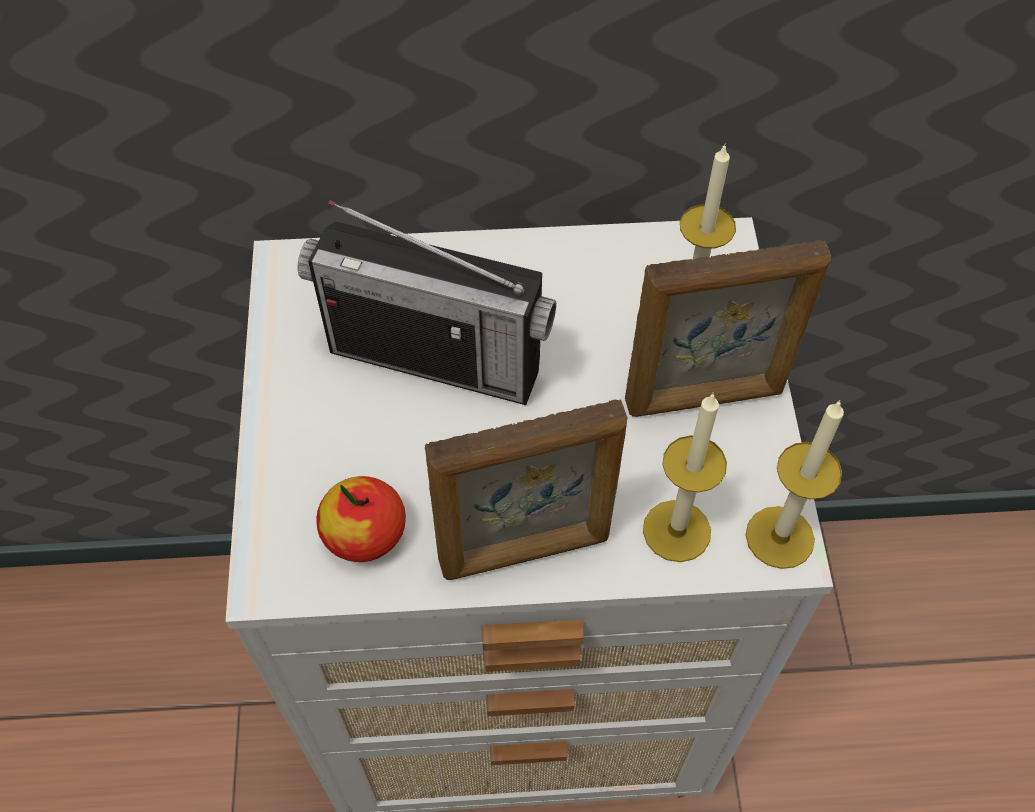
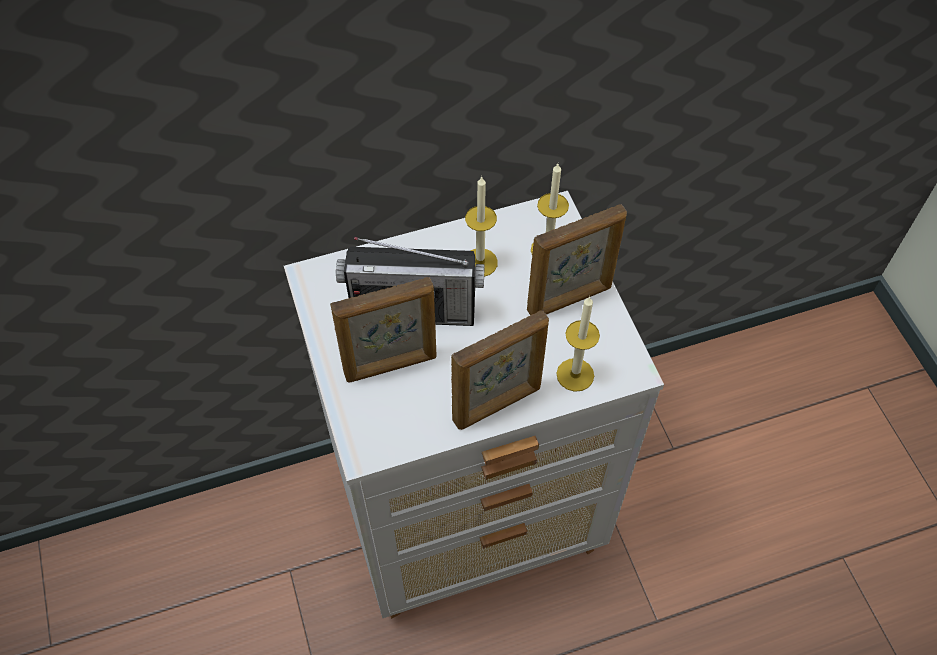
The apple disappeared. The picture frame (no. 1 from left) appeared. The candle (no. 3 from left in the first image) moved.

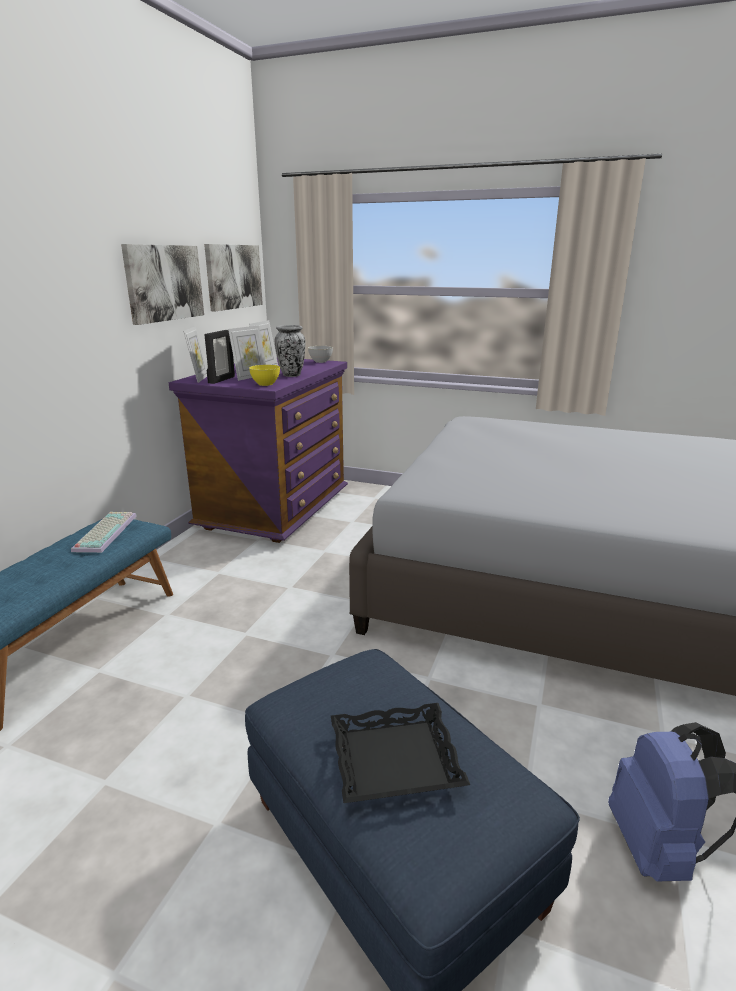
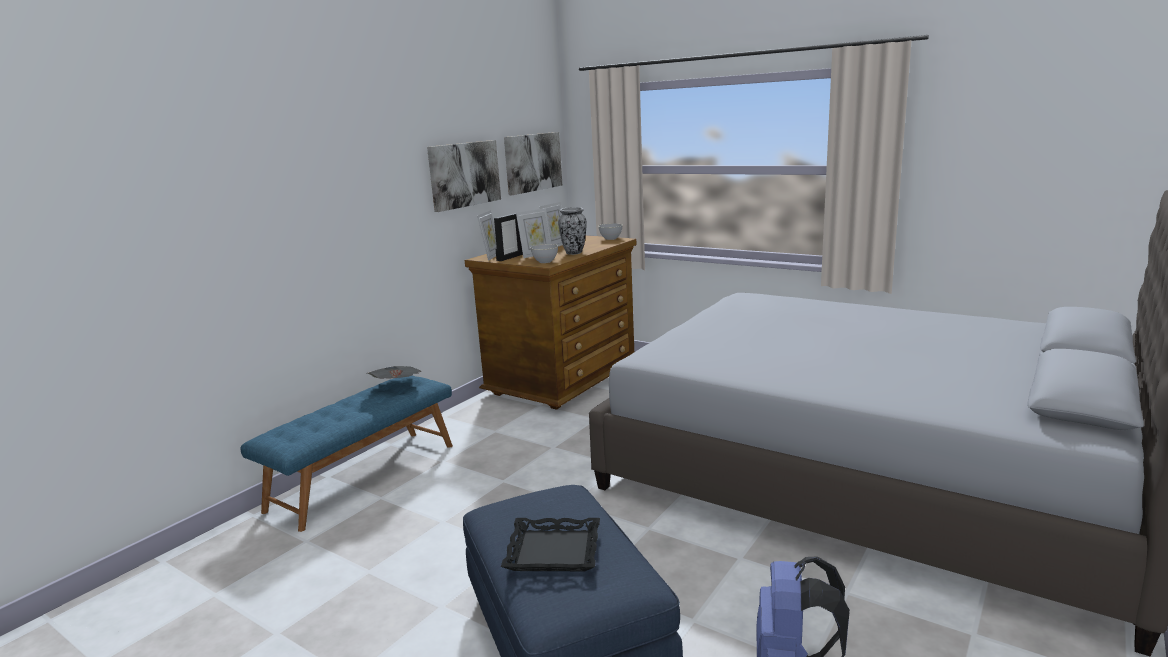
The keyboard was replaced by the newspaper. The purple dresser became the brown dresser. The yellow bowl became the grey bowl (no. 1 from left).

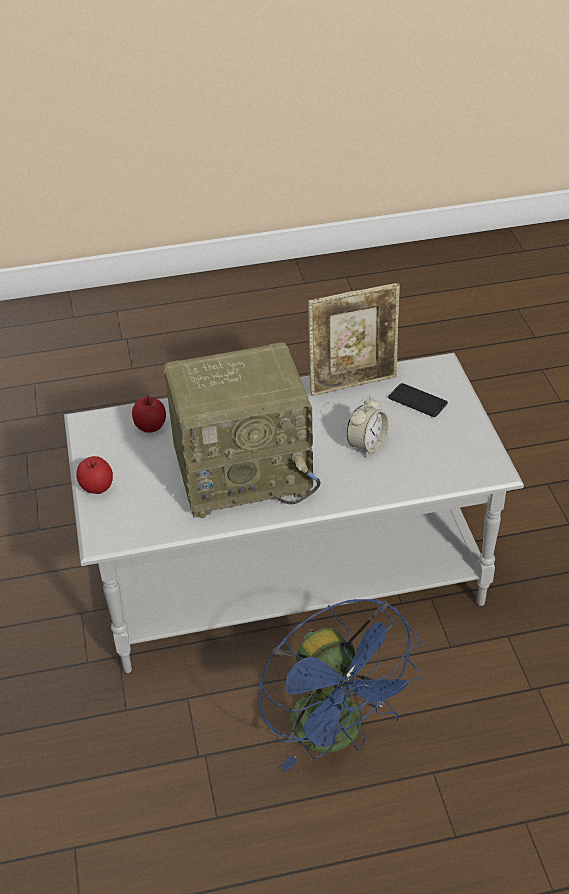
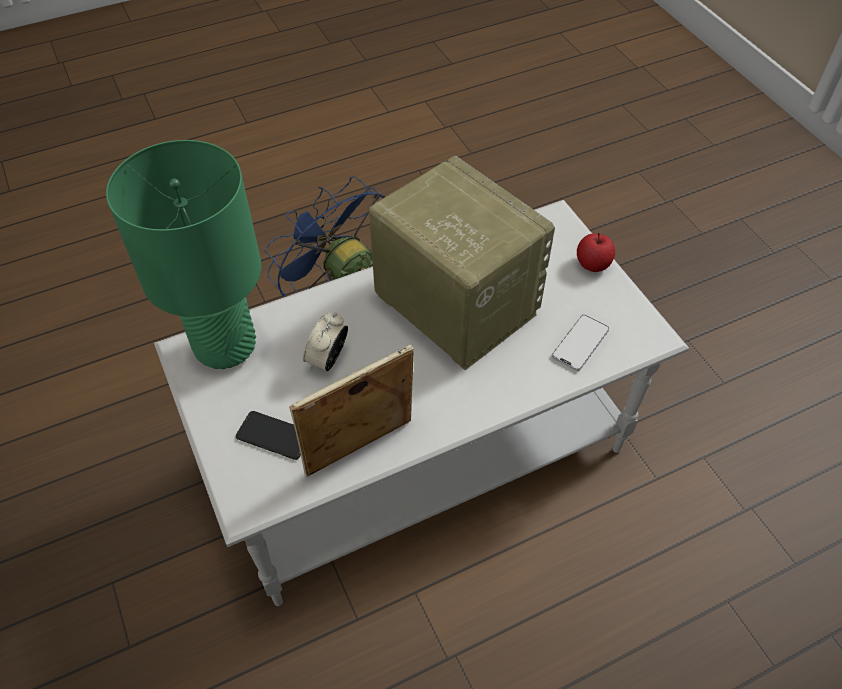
The green table lamp appeared. The apple (no. 2 from left) was replaced by the phone (no. 2 from left). The radio turned 75 degrees clockwise.

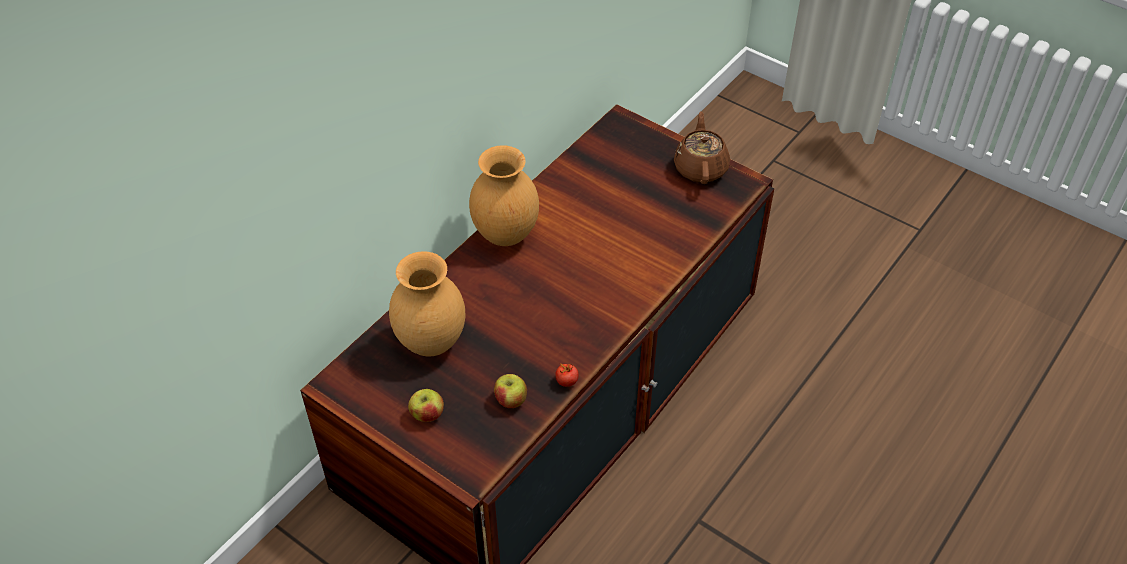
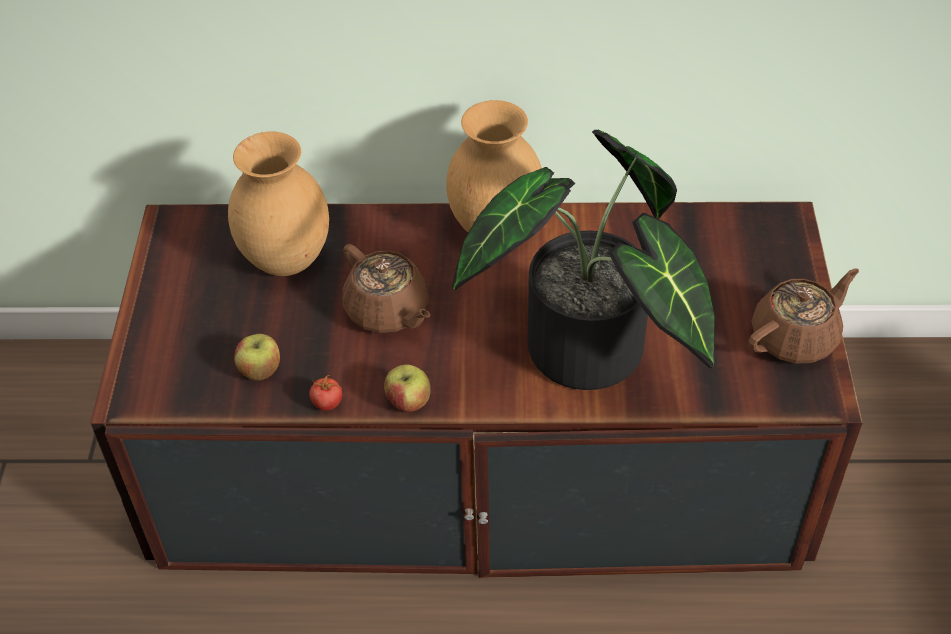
The brown teapot (no. 1 from left) appeared. The potted plant appeared. The apple (no. 1 from left in the first image) moved.

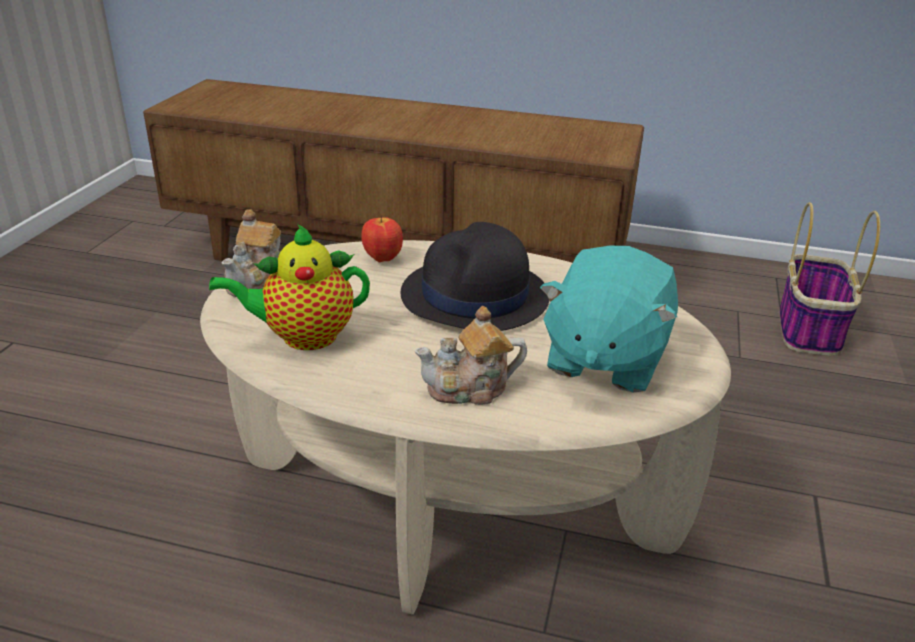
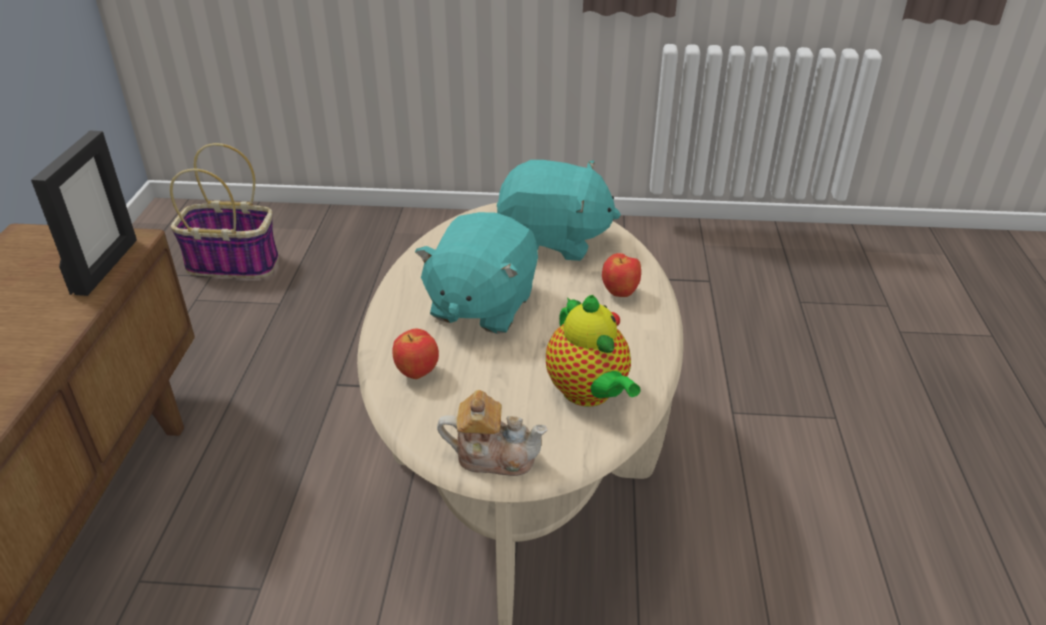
The picture frame appeared. The black hat was replaced by the turquoise plush toy (no. 1 from left). The teapot (no. 3 from left) was replaced by the apple (no. 2 from left).

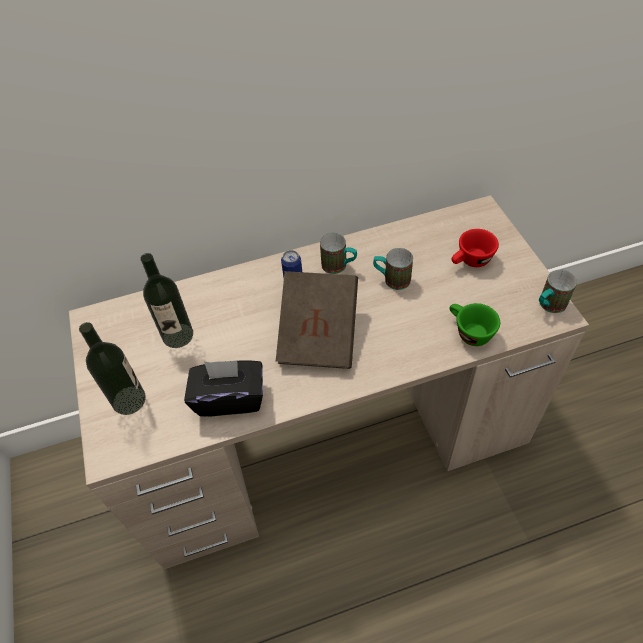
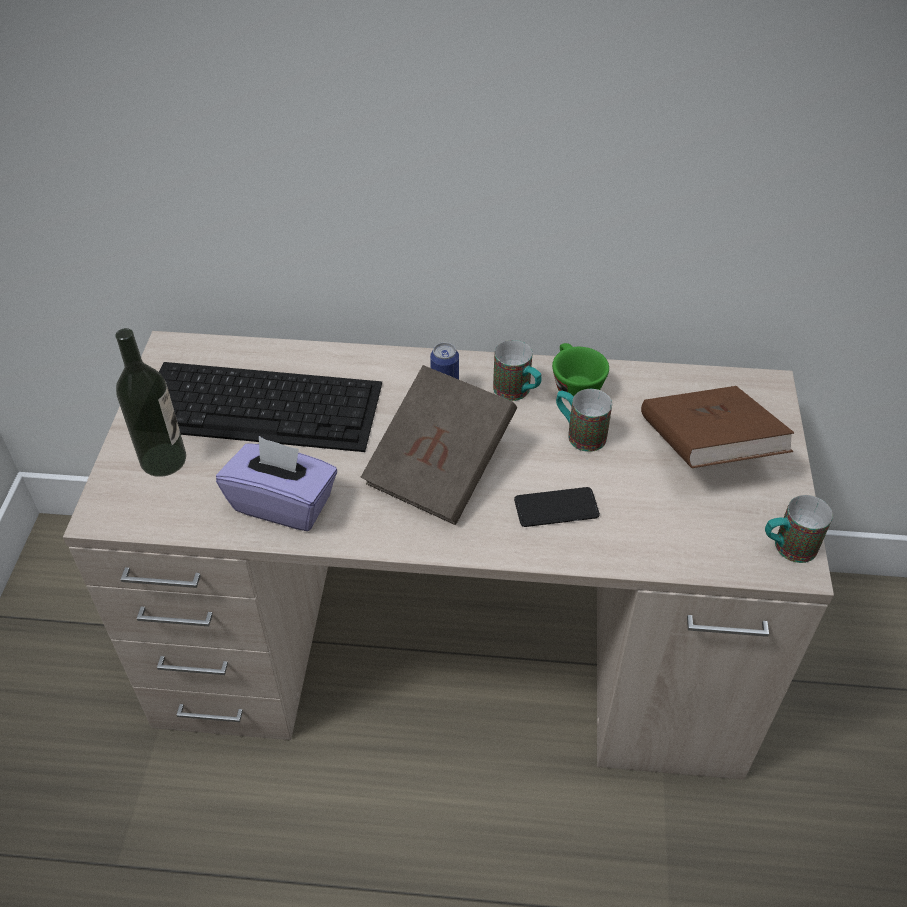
The phone appeared. The green cup moved. The bottle (no. 2 from left) was replaced by the keyboard. The red cup was replaced by the brown book (no. 2 from left). The black tissue box became the purple tissue box.

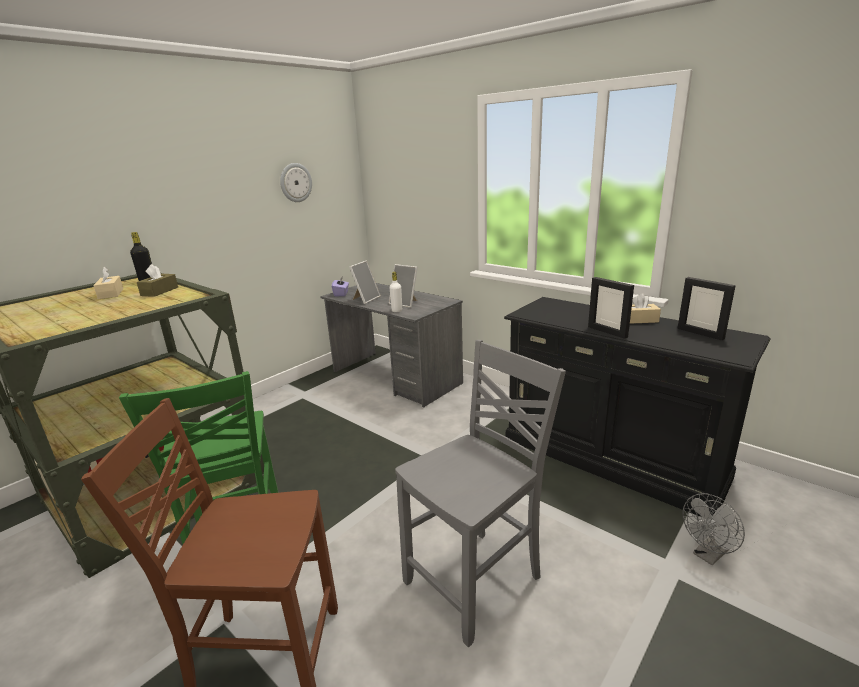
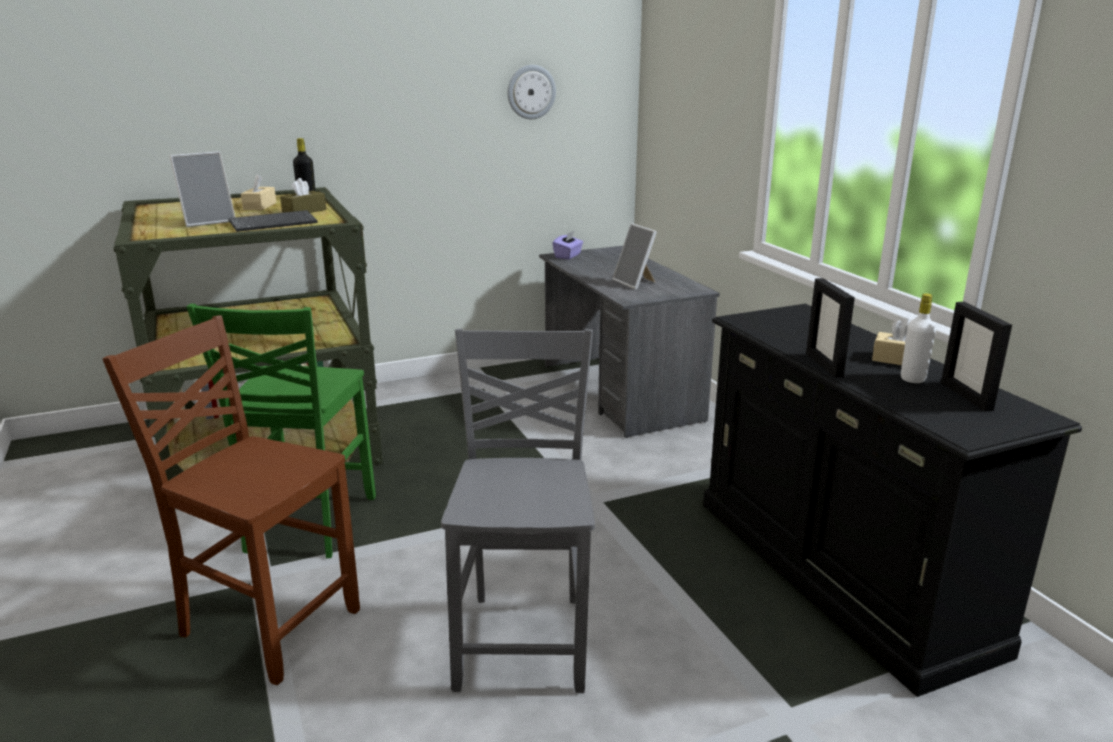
The grey fan disappeared. The keyboard appeared. The picture frame (no. 1 from left) moved. The white bottle moved. The grey chair turned 75 degrees counterclockwise.

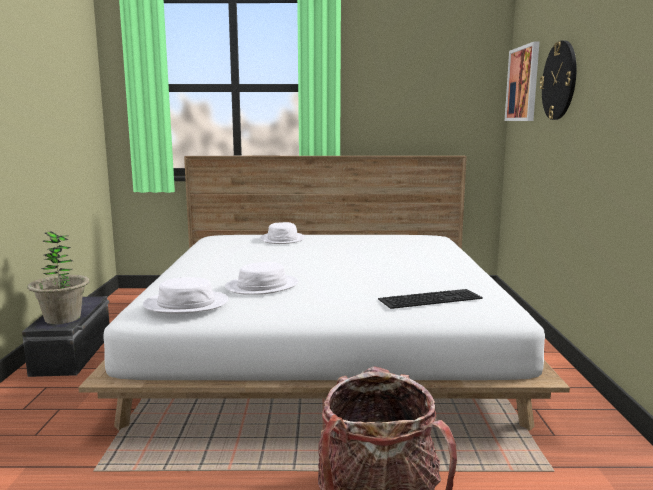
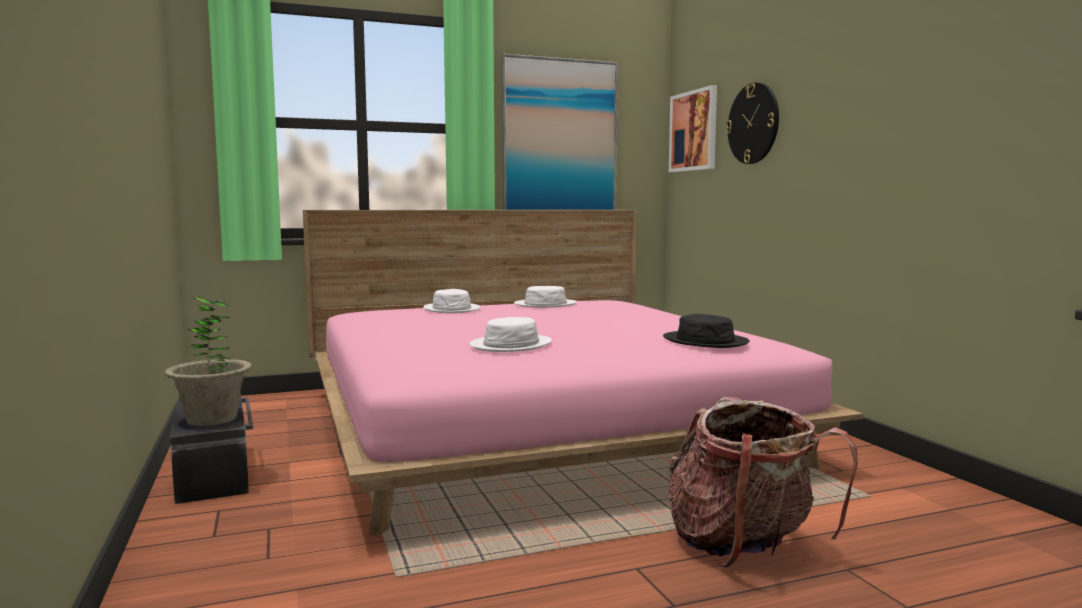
The picture (no. 1 from left) appeared. The white hat (no. 1 from left in the first image) moved. The keyboard was replaced by the black hat. The white bed became the pink bed.

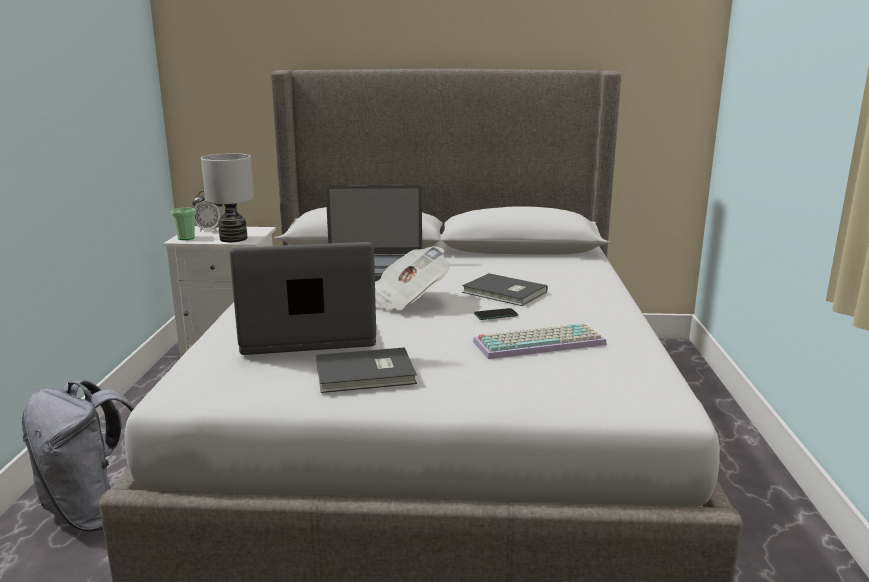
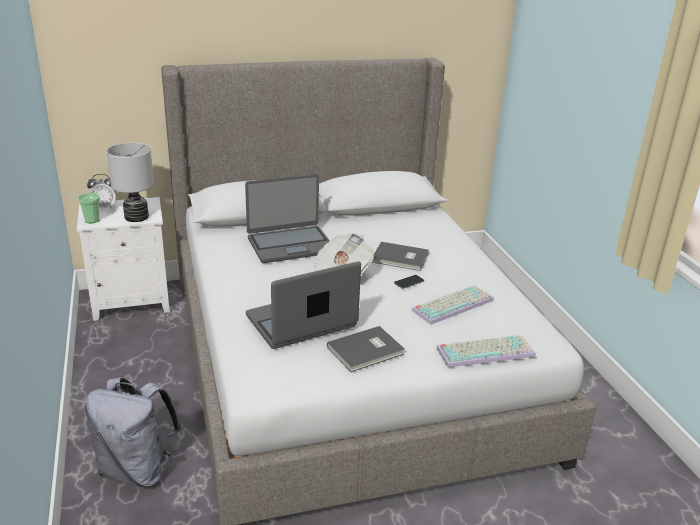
The keyboard (no. 2 from left) appeared.

